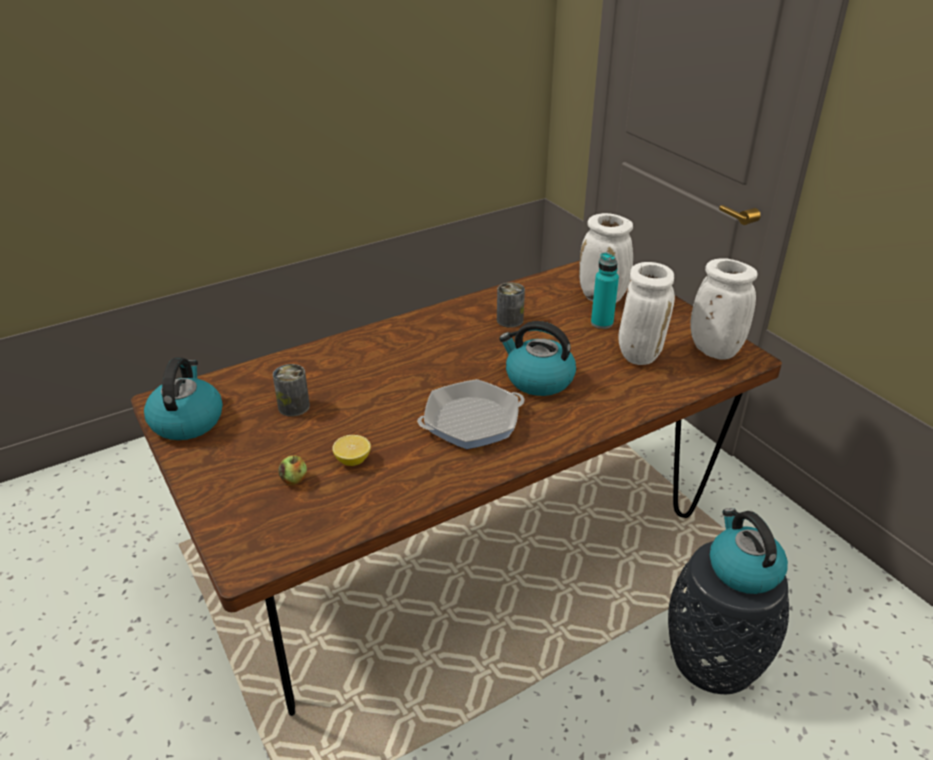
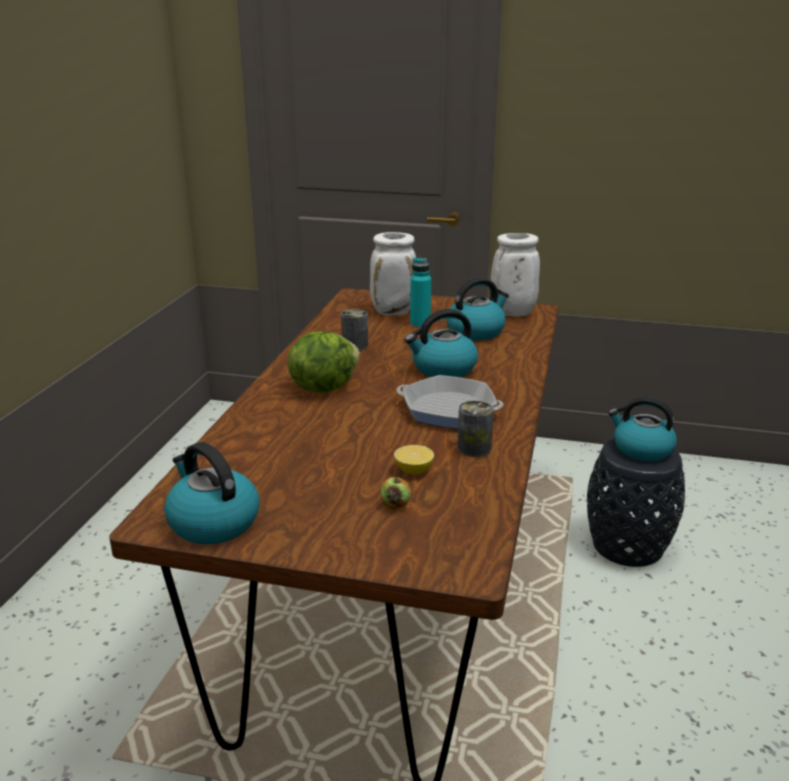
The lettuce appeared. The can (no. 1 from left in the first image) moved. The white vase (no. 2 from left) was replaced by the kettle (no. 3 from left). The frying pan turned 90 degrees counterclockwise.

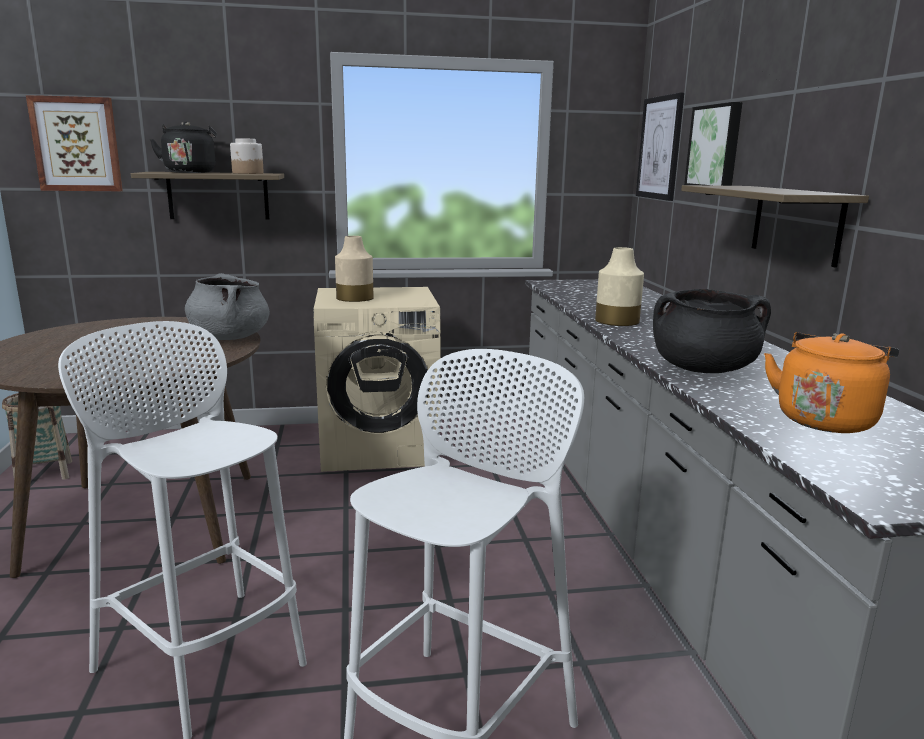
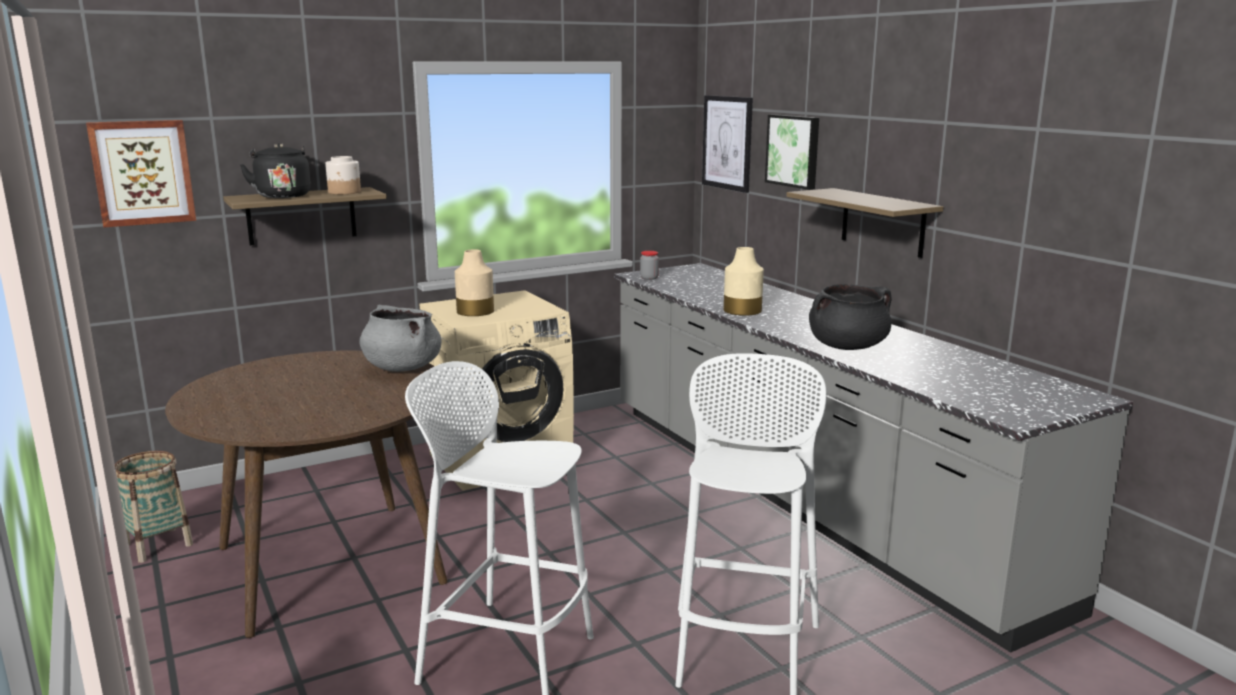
The orange kettle disappeared. The jar (no. 2 from left) appeared.

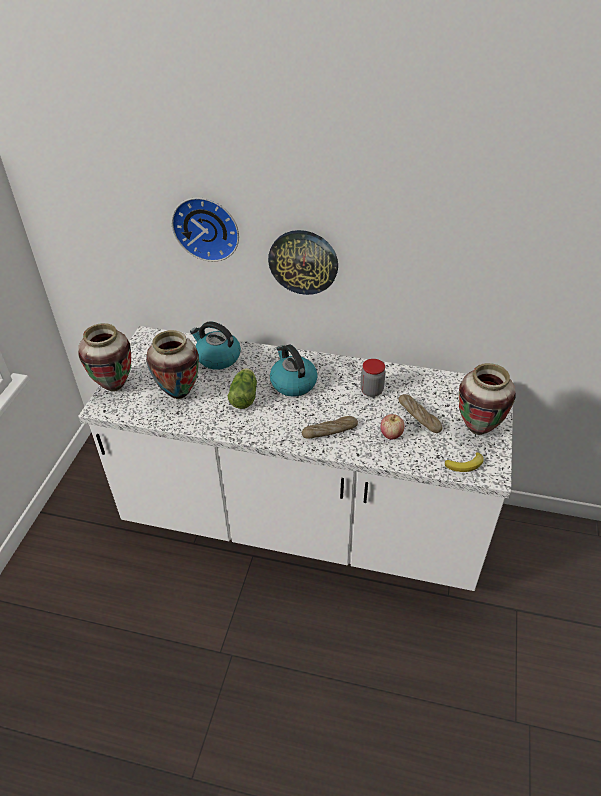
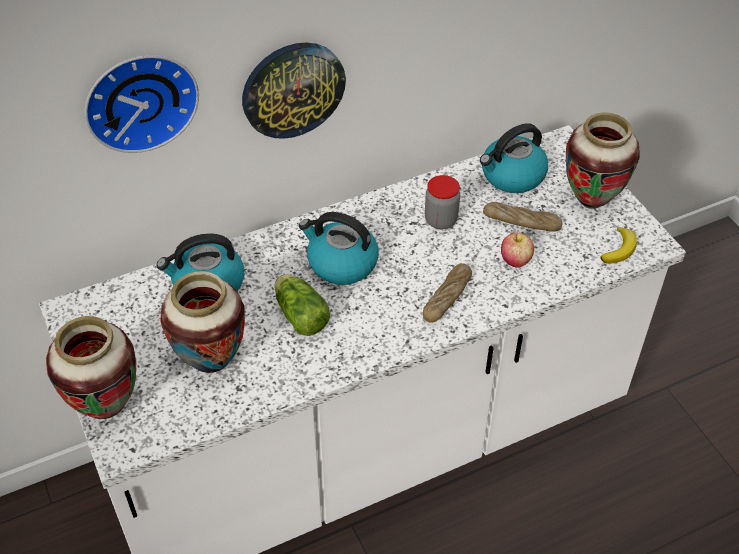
The kettle (no. 3 from left) appeared.

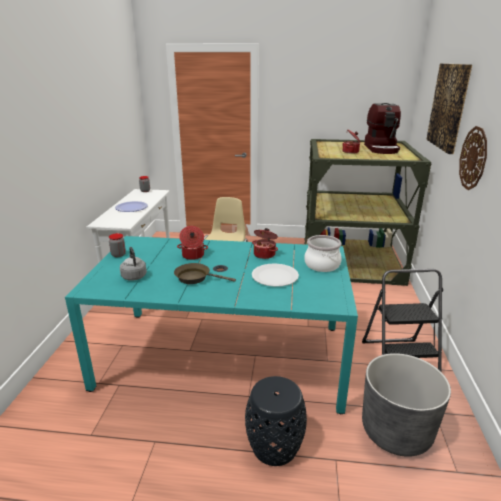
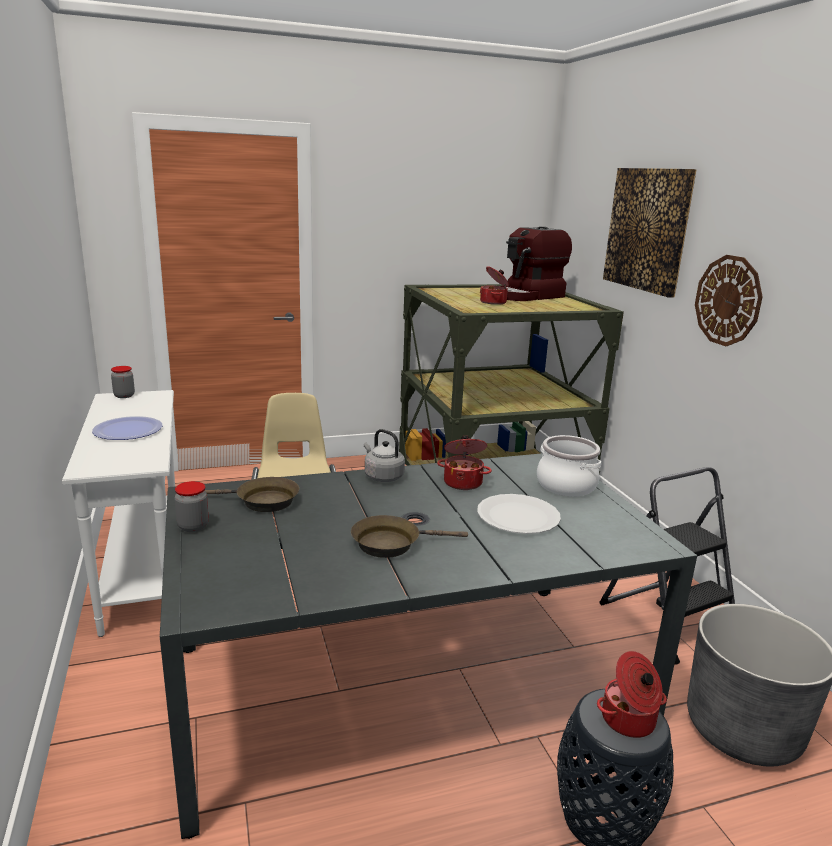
The brown frying pan (no. 1 from left) appeared. The grey kettle moved. The cooking pot (no. 1 from left in the first image) moved. The turquoise dining table became the grey dining table. The coffee machine turned 75 degrees clockwise.

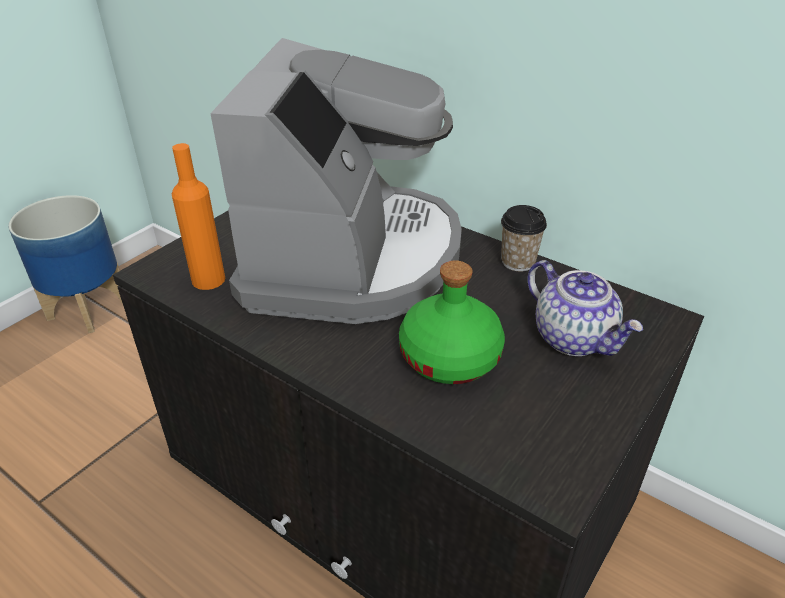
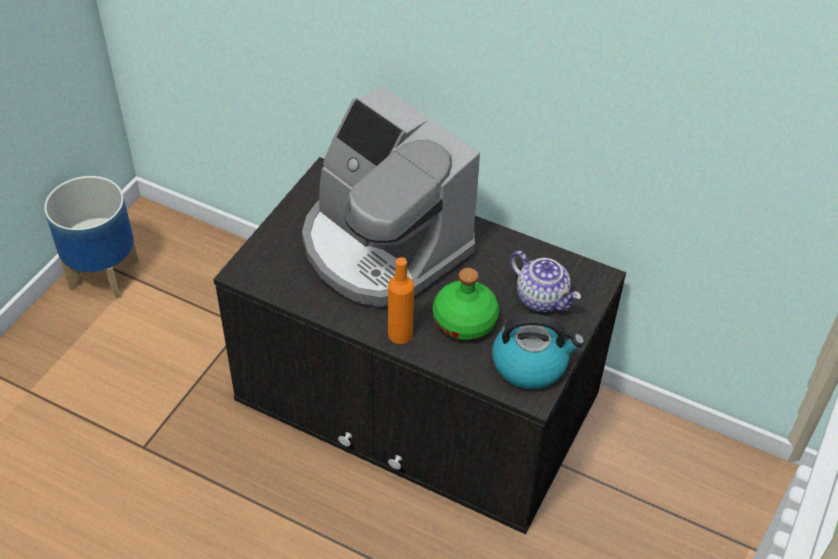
The cup disappeared. The kettle appeared. The orange bottle moved. The coffee machine turned 135 degrees clockwise.

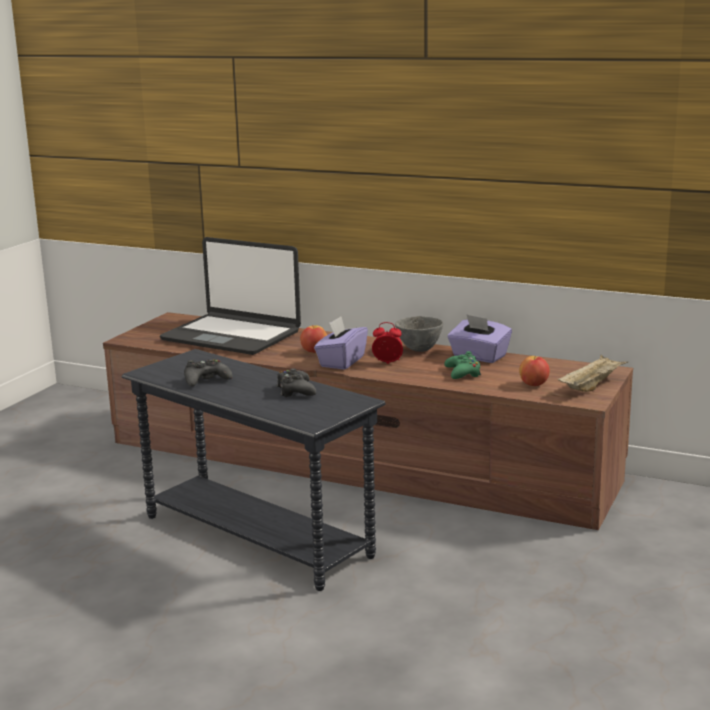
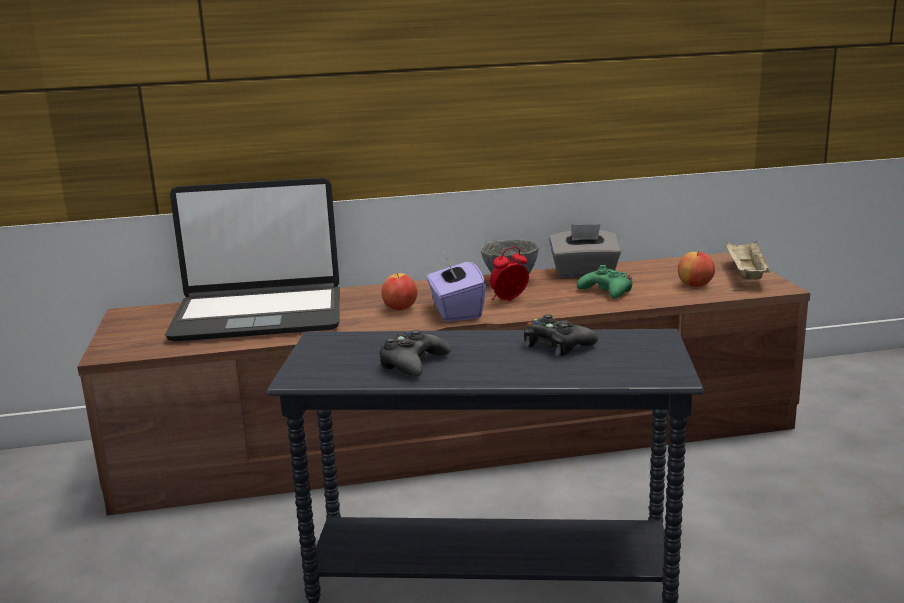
The purple tissue box (no. 2 from left) became the grey tissue box.

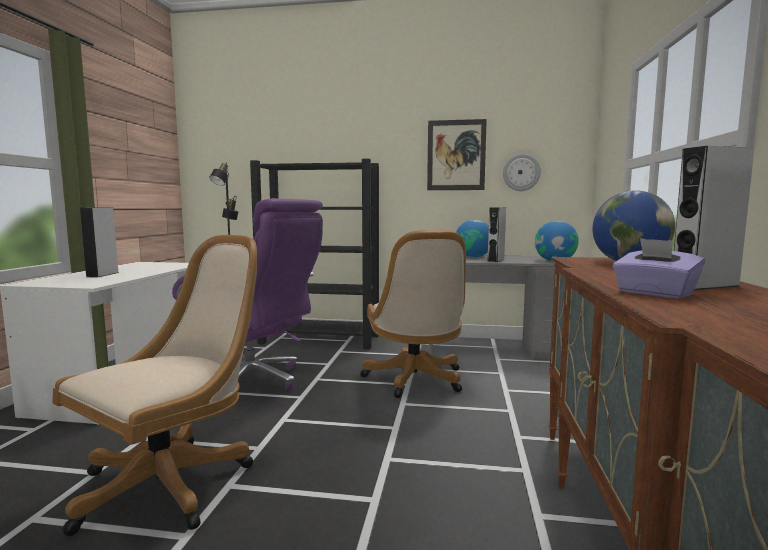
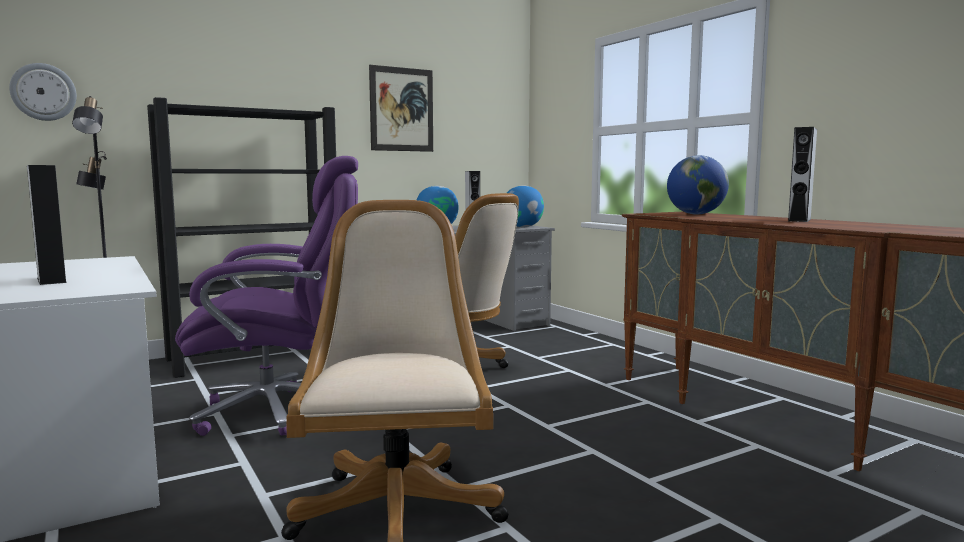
The purple tissue box disappeared. The wall clock moved.

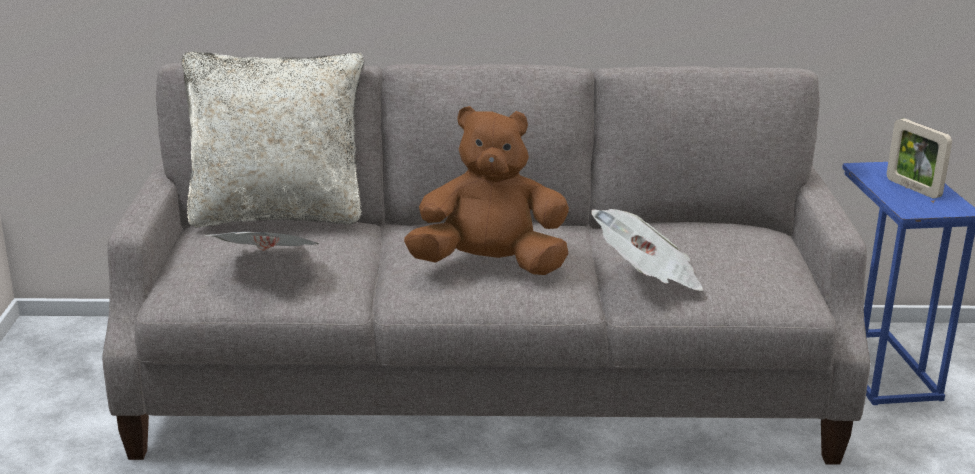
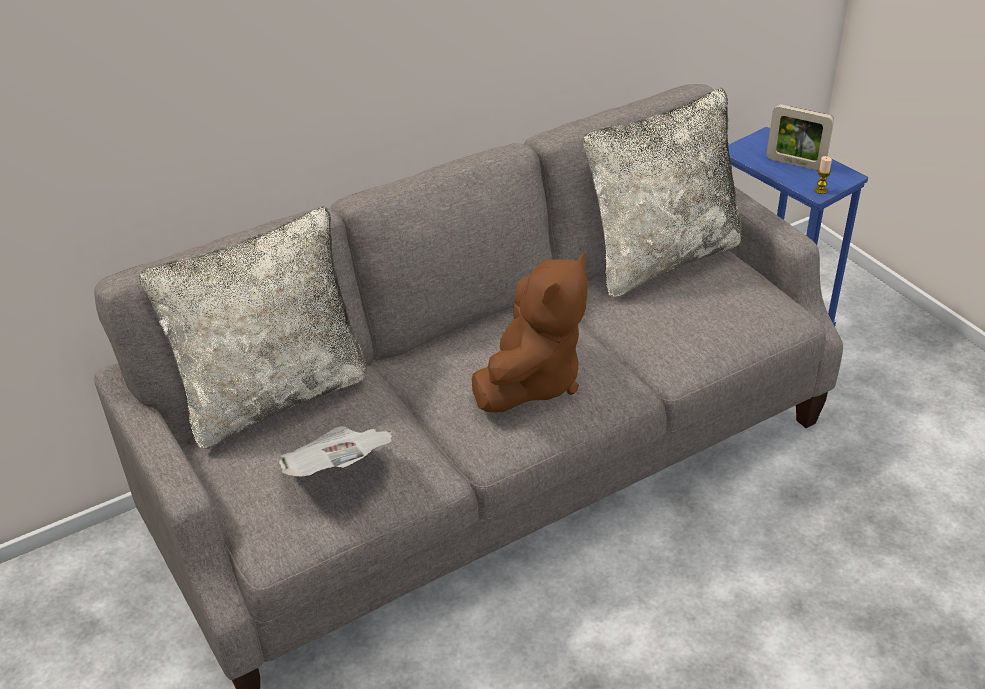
The newspaper (no. 2 from left) disappeared. The beige pillow (no. 2 from left) appeared. The candle appeared. The brown plush toy turned 150 degrees clockwise.

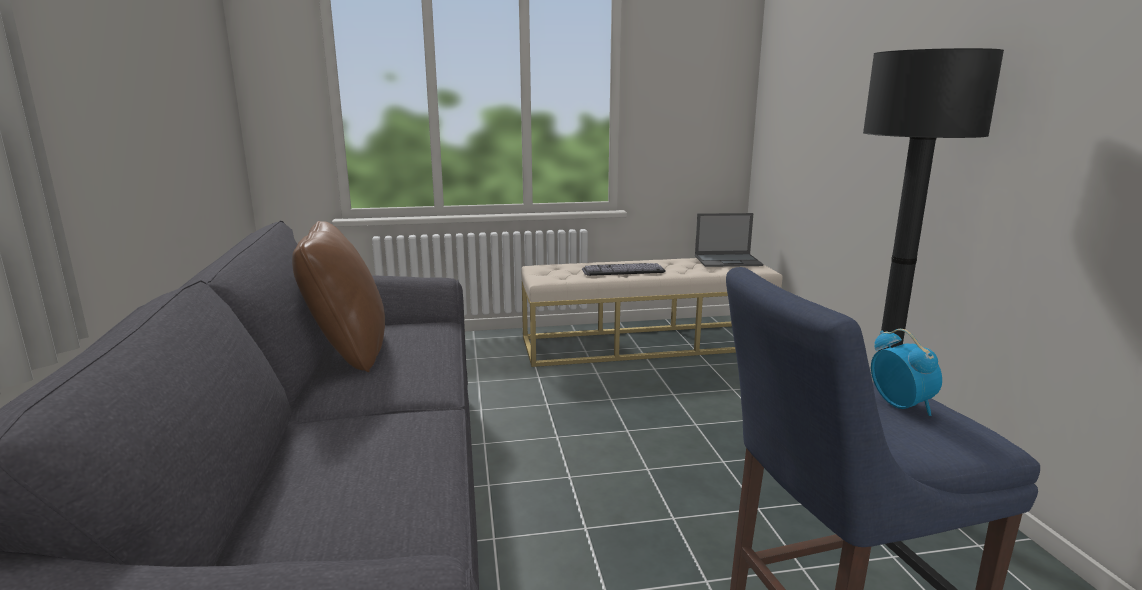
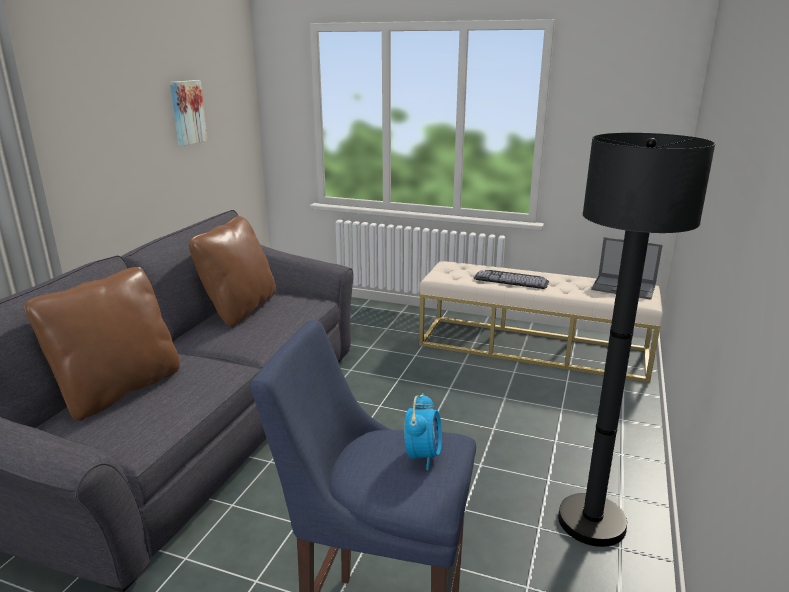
The brown pillow (no. 1 from left) appeared. The picture appeared.

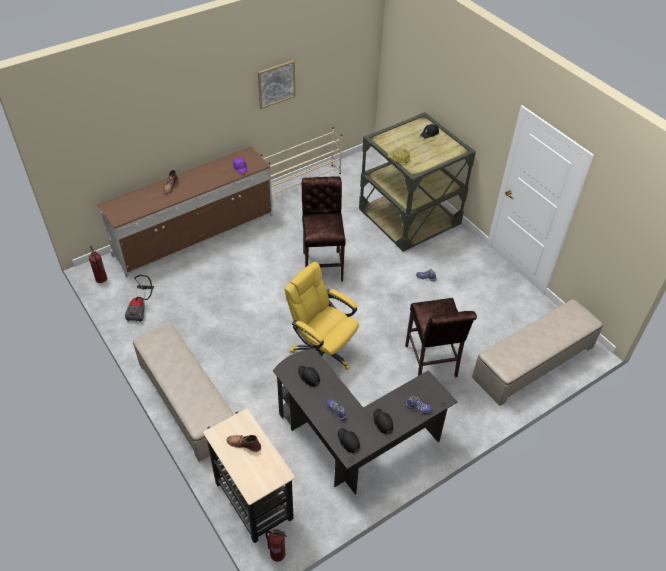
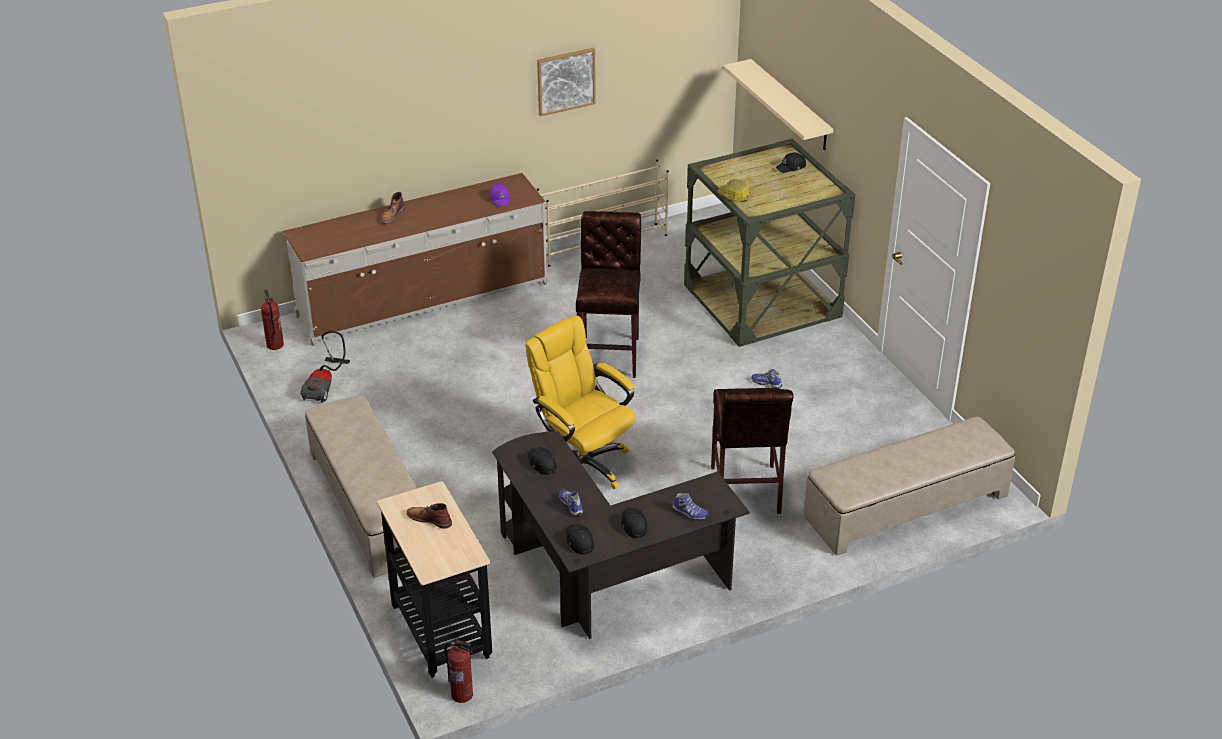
The beige shelf appeared.

